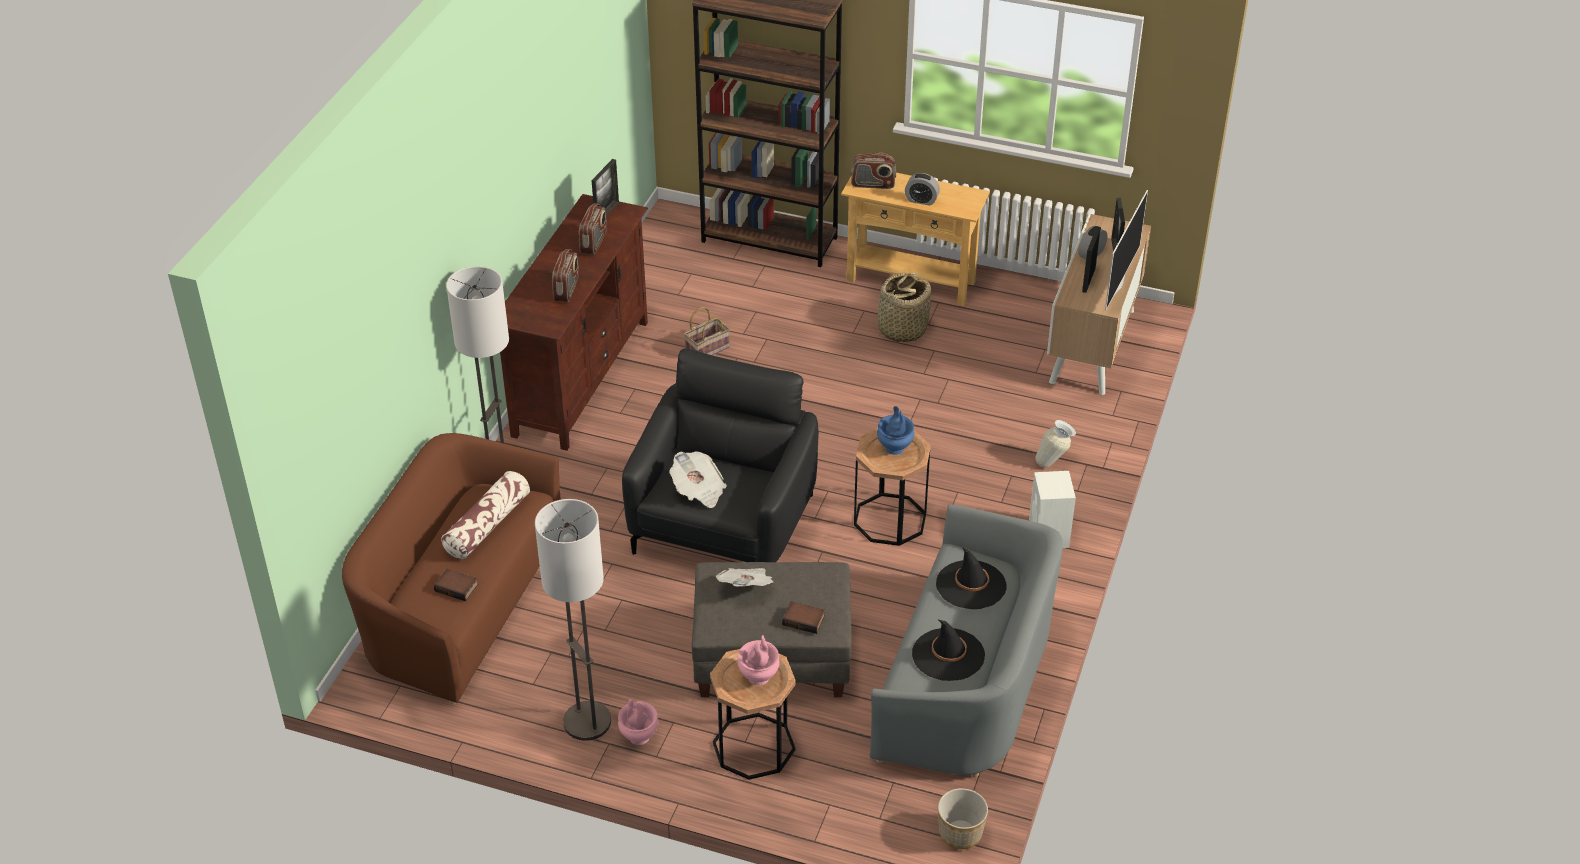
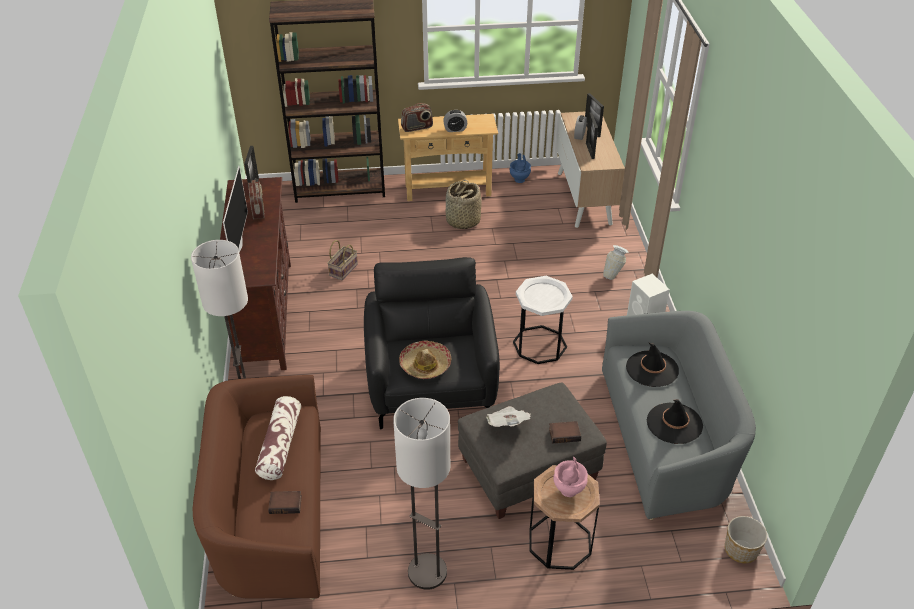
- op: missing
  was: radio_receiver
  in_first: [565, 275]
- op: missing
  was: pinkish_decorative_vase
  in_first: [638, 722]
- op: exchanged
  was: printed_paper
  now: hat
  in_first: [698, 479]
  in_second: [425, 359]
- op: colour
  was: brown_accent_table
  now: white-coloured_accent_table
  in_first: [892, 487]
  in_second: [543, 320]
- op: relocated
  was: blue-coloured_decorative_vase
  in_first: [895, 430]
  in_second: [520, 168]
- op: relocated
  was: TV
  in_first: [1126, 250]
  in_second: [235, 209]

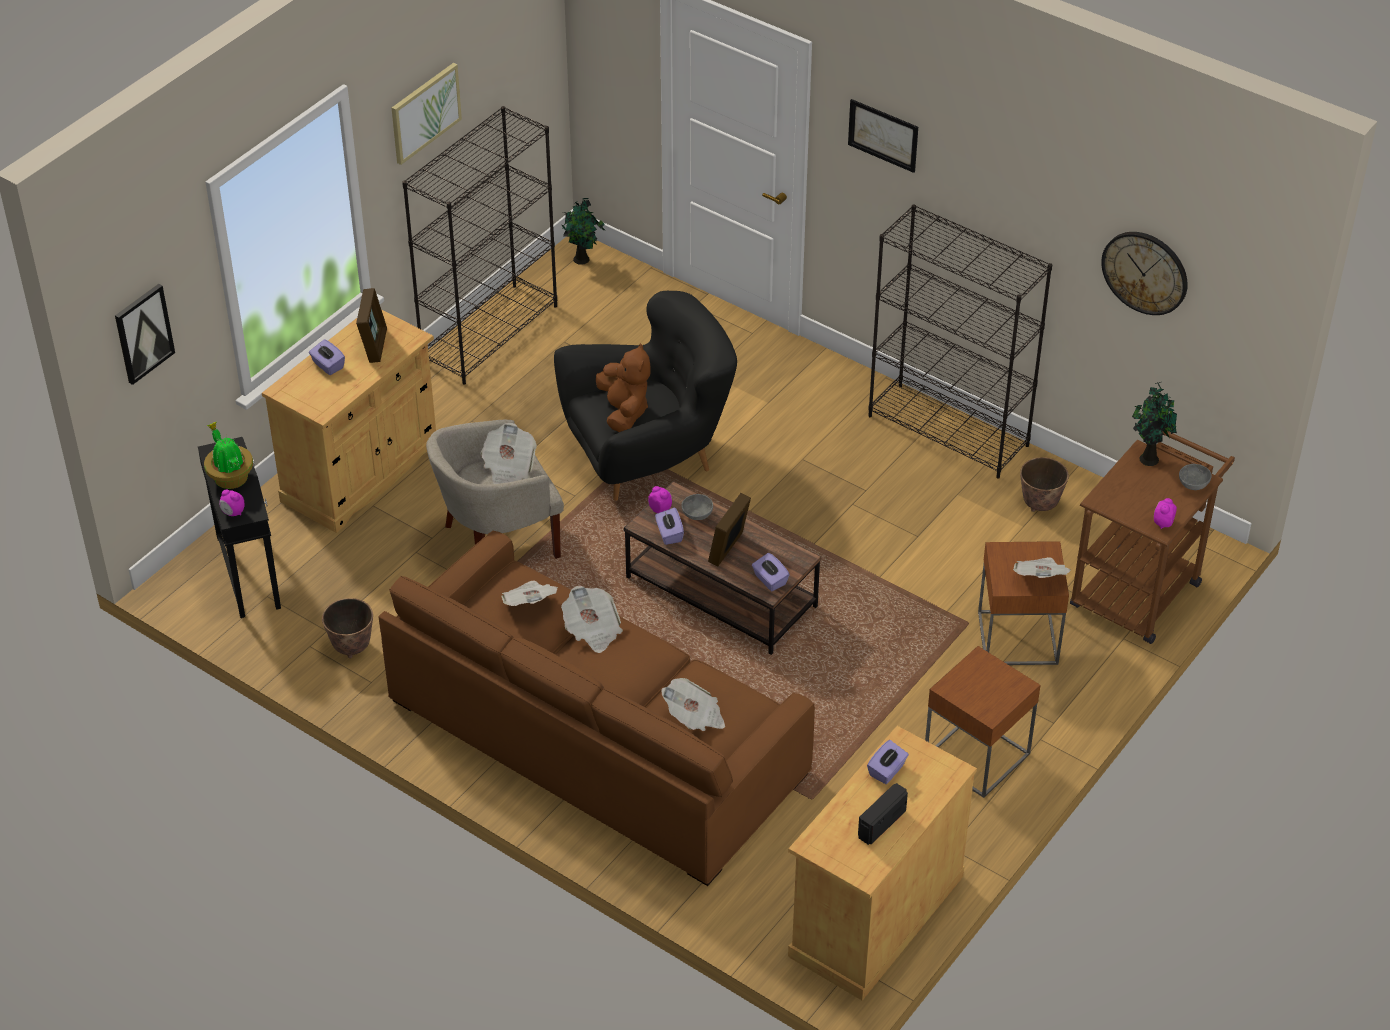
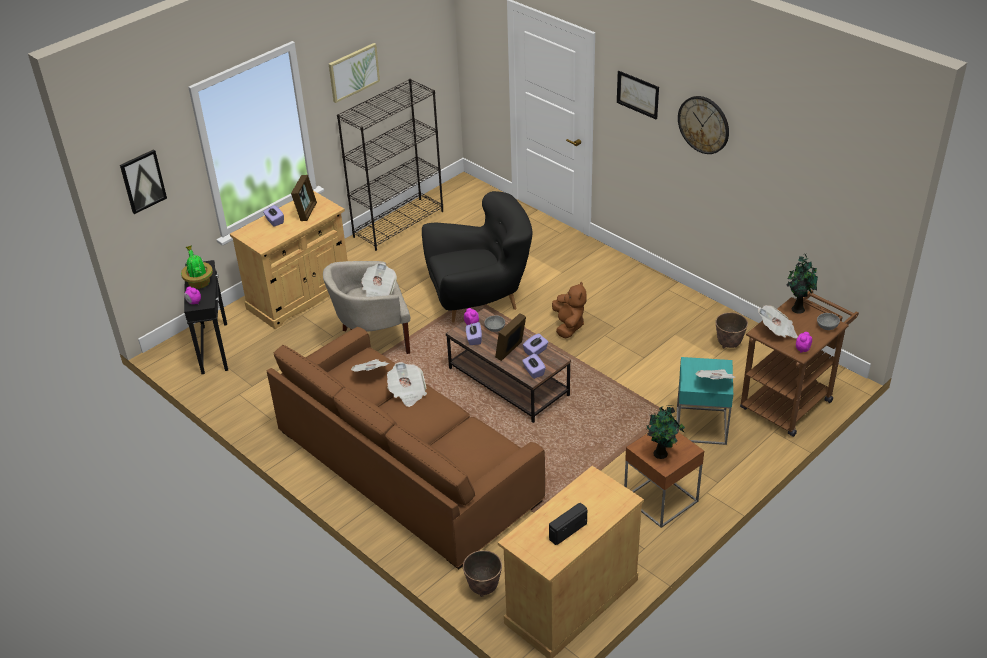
- op: relocated
  was: flower_pot
  in_first: [347, 628]
  in_second: [482, 573]
- op: relocated
  was: potted_plant
  in_first: [583, 231]
  in_second: [665, 432]
- op: relocated
  was: brown_soft_toy
  in_first: [623, 387]
  in_second: [569, 310]
- op: relocated
  was: printed_paper
  in_first: [693, 704]
  in_second: [778, 321]
- op: relocated
  was: purple-coloured_tissue_box
  in_first: [888, 762]
  in_second: [536, 344]
- op: missing
  was: black-coloured_bookcase
  in_first: [960, 341]
- op: colour
  was: brown_accent_table
  now: turquoise_accent_table
  in_first: [1023, 603]
  in_second: [704, 401]
- op: relocated
  was: hanging_clock
  in_first: [1144, 273]
  in_second: [703, 125]

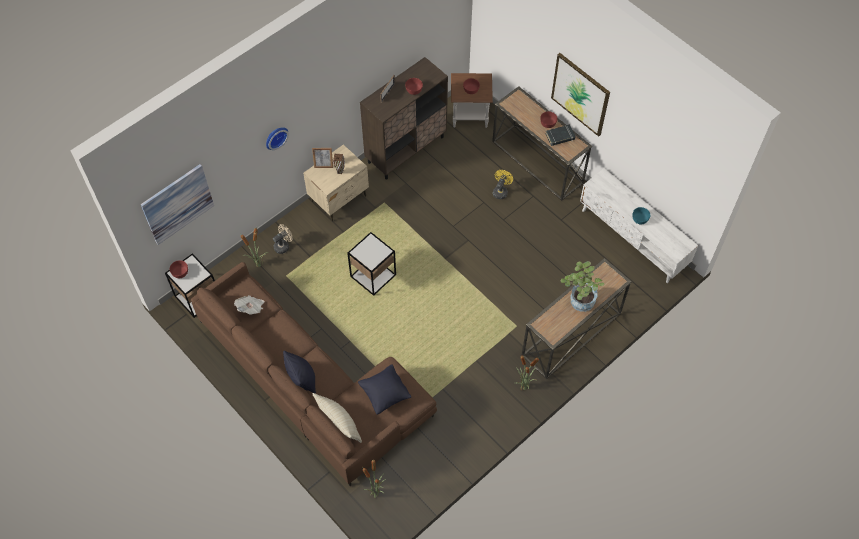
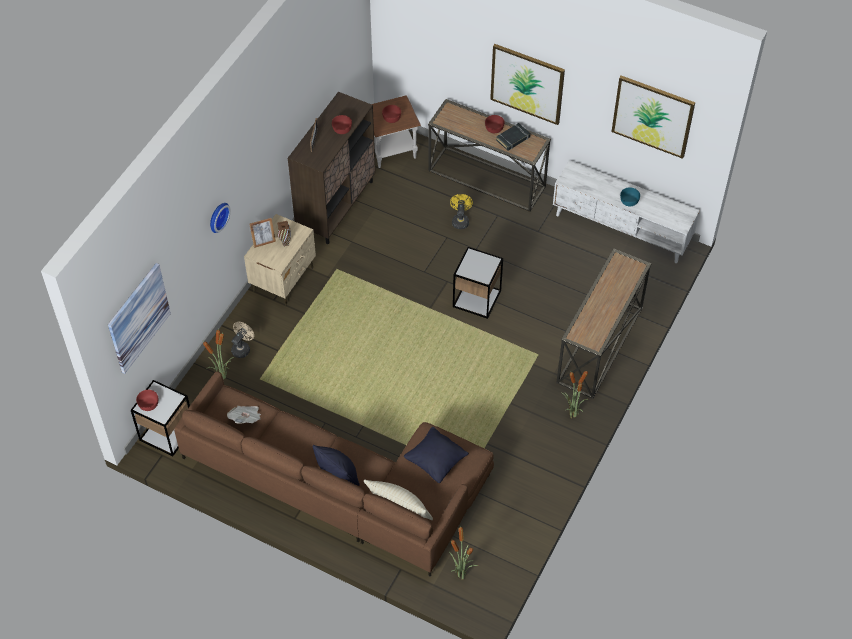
- op: relocated
  was: accent_table
  in_first: [371, 264]
  in_second: [478, 283]
- op: missing
  was: potted_plant
  in_first: [583, 286]
- op: appeared
  now: picture
  in_second: [653, 117]

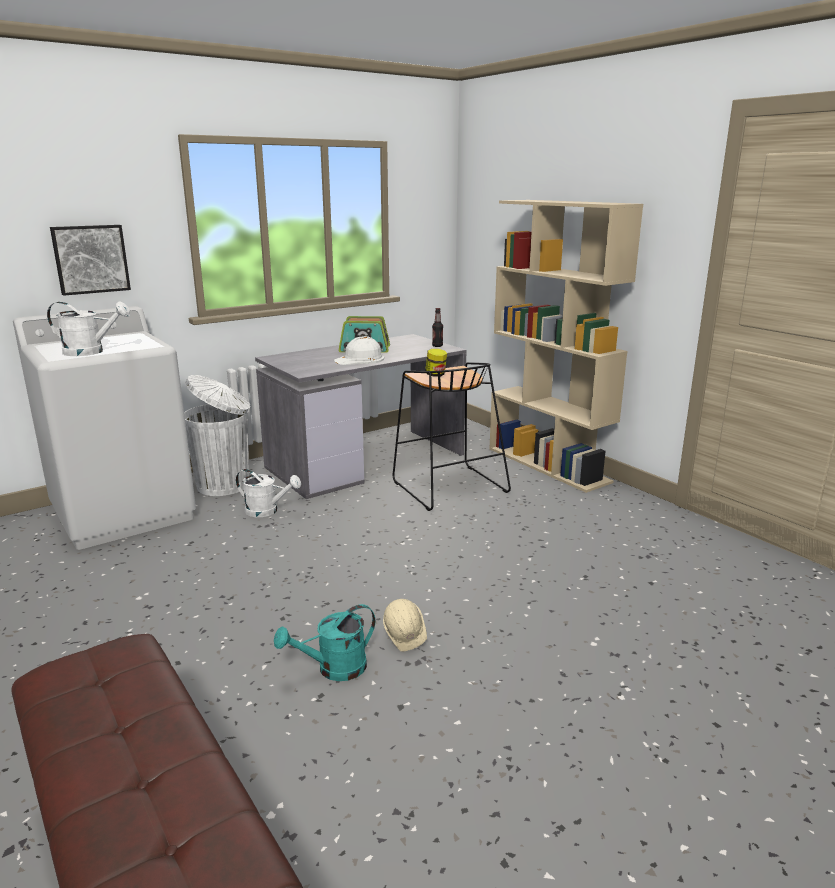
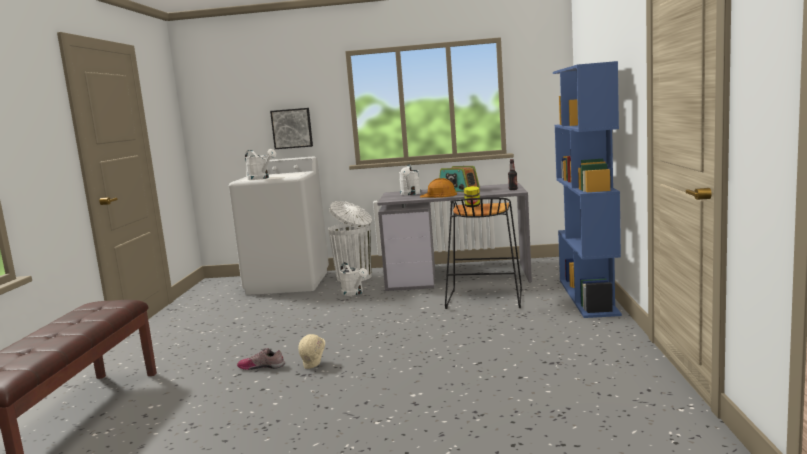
- op: exchanged
  was: turquoise_sprinkling_can
  now: low_shoe
  in_first: [324, 642]
  in_second: [261, 359]
- op: colour
  was: white-coloured_work_helmet
  now: orange-coloured_work_helmet
  in_first: [359, 350]
  in_second: [438, 188]
- op: colour
  was: beige-coloured_bookcase
  now: blue-coloured_bookcase
  in_first: [566, 346]
  in_second: [587, 189]
- op: appeared
  now: white-coloured_sprinkling_can
  in_second: [410, 179]

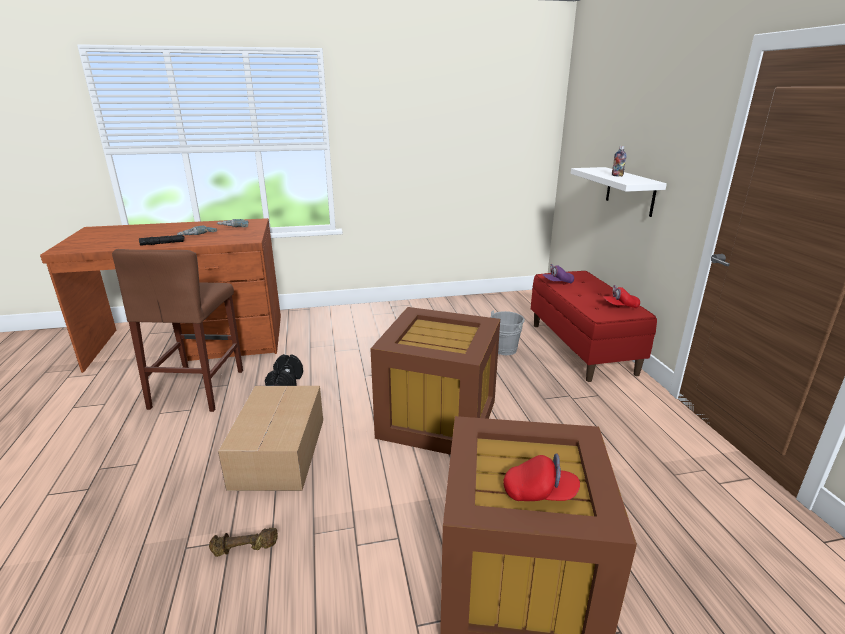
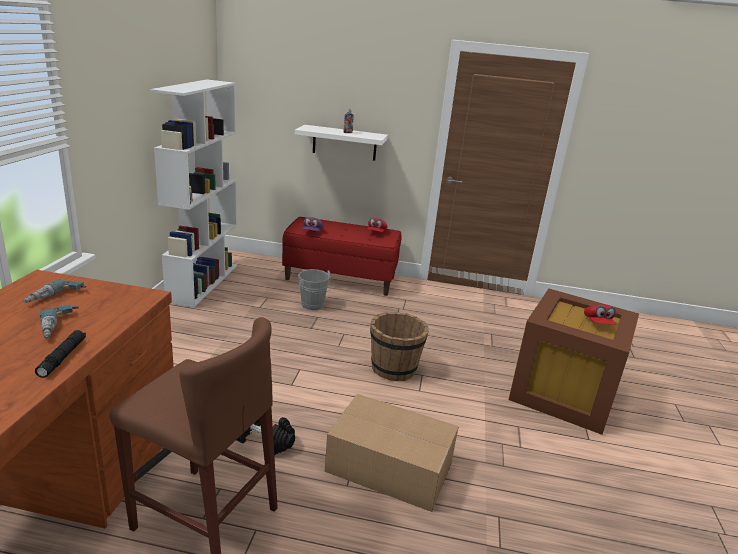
- op: missing
  was: brown_dumbbell
  in_first: [243, 542]
- op: exchanged
  was: brown_storage_bin
  now: brown_water_bucket
  in_first: [435, 381]
  in_second: [399, 346]
- op: spun
  was: reddish_baseball_cap
  in_first: [542, 477]
  in_second: [600, 314]
  clockwise: 150
- op: appeared
  now: white-coloured_bookcase
  in_second: [193, 194]

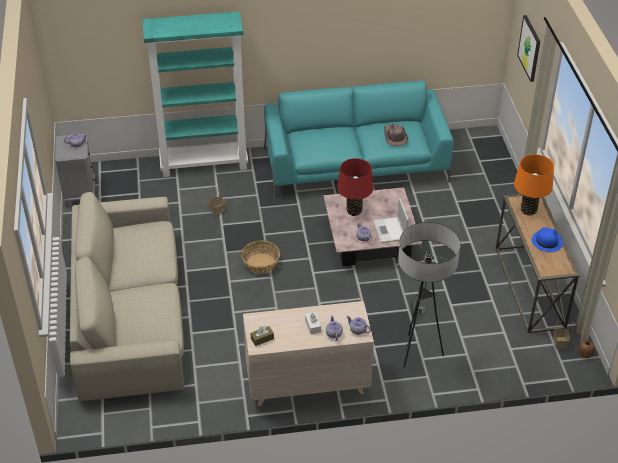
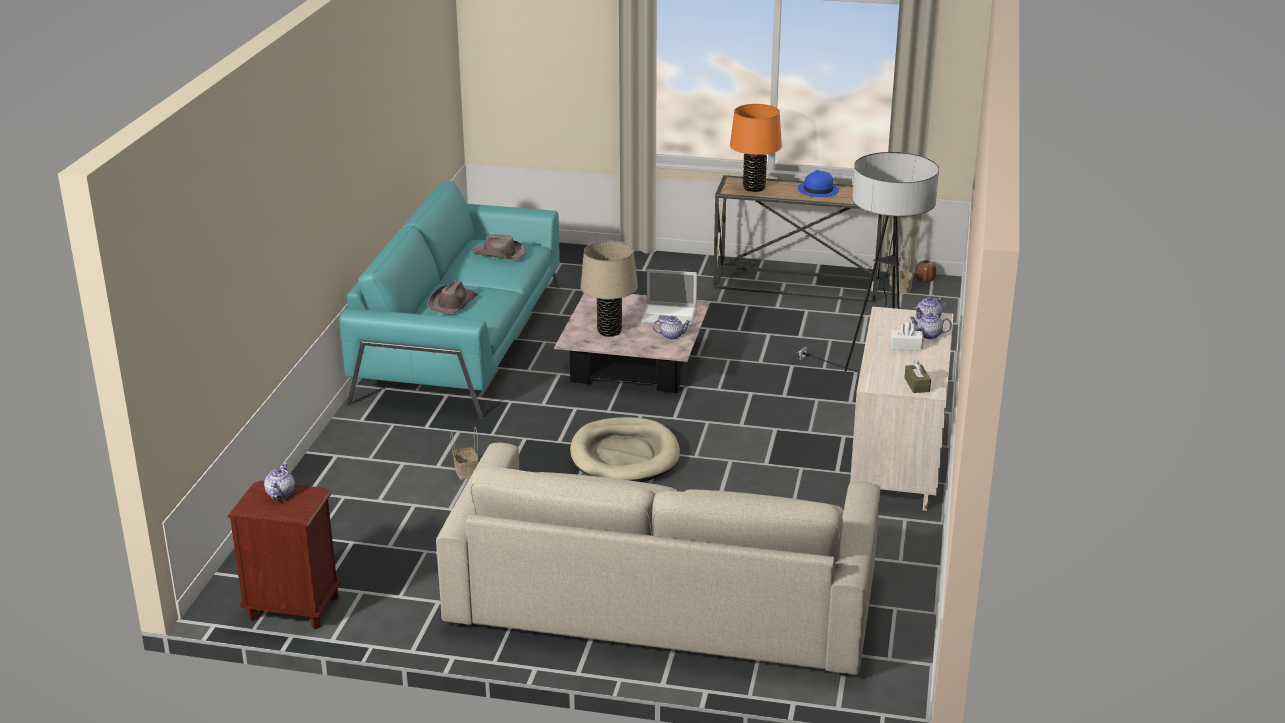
- op: colour
  was: grey_night_table
  now: brown_night_table
  in_first: [75, 170]
  in_second: [284, 555]
- op: missing
  was: turquoise_bookcase
  in_first: [195, 94]
- op: exchanged
  was: basket
  now: beige-coloured_dog_cushion
  in_first: [260, 257]
  in_second: [625, 449]
- op: colour
  was: reddish_lamp_for_a_table
  now: beige-coloured_lamp_for_a_table
  in_first: [355, 187]
  in_second: [609, 288]
- op: missing
  was: picture
  in_first: [528, 48]
- op: appeared
  now: brown_hat
  in_second: [453, 296]

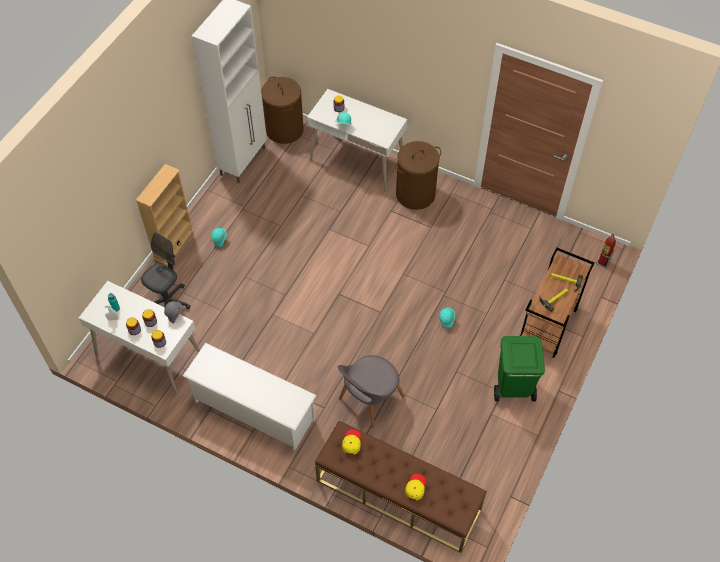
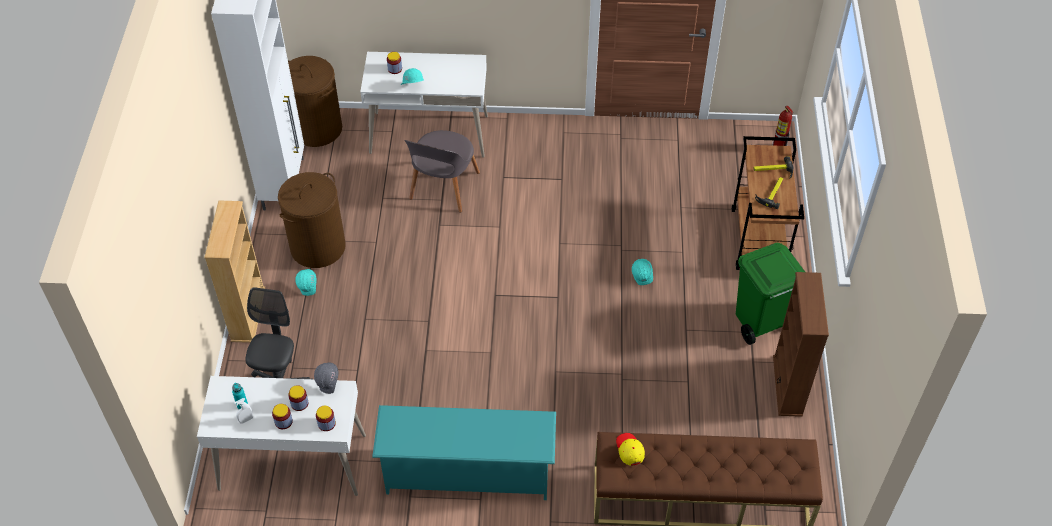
- op: colour
  was: white-coloured_shoe_stand
  now: turquoise_shoe_stand
  in_first: [249, 397]
  in_second: [464, 452]
- op: relocated
  was: grey_upright_chair
  in_first: [371, 391]
  in_second: [442, 171]
- op: relocated
  was: brown_washing_basket
  in_first: [418, 175]
  in_second: [312, 220]
- op: missing
  was: yellow-coloured_baseball_cap
  in_first: [415, 487]
- op: appeared
  now: brown_bookcase
  in_second: [801, 344]

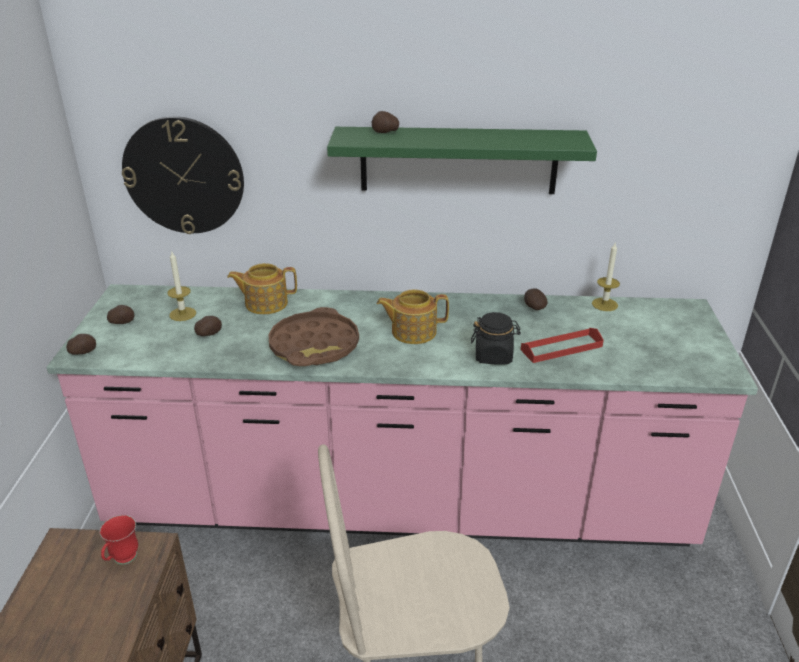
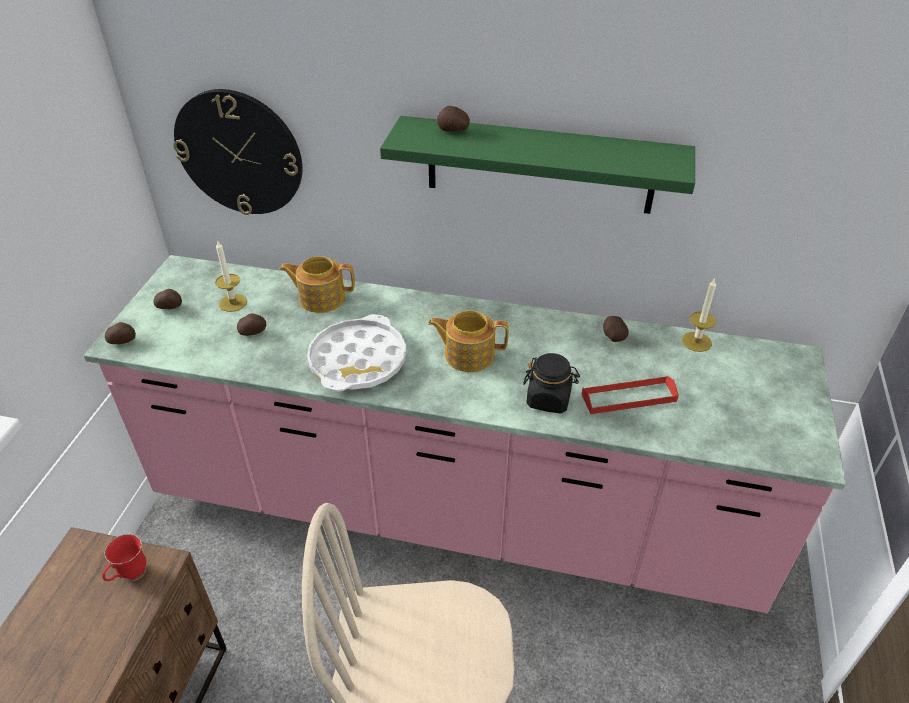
- op: colour
  was: brown_carrying_tray
  now: white-coloured_carrying_tray
  in_first: [313, 336]
  in_second: [356, 353]

